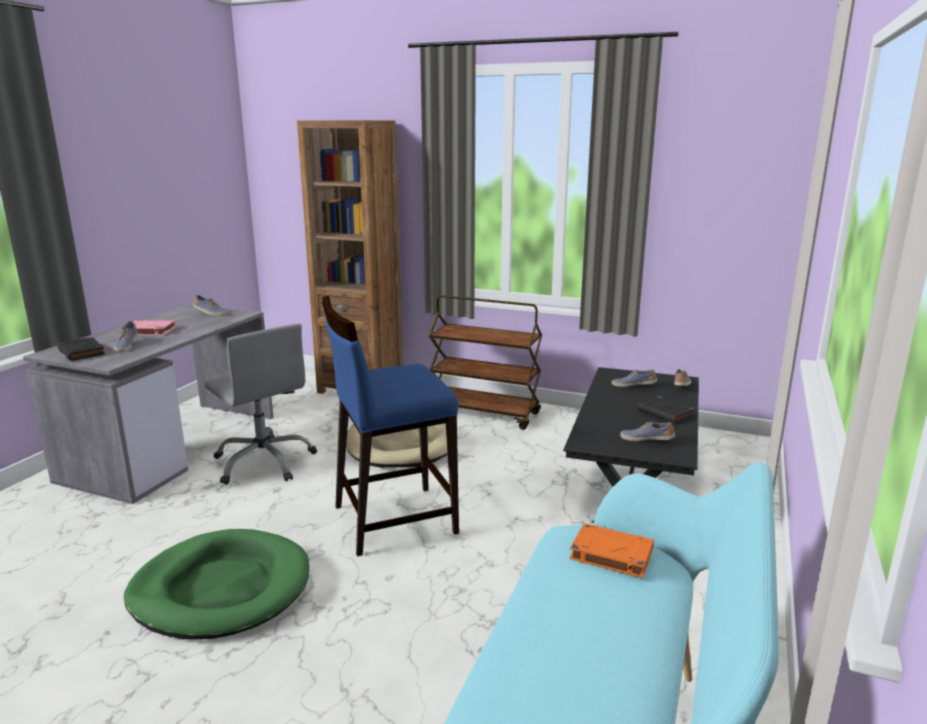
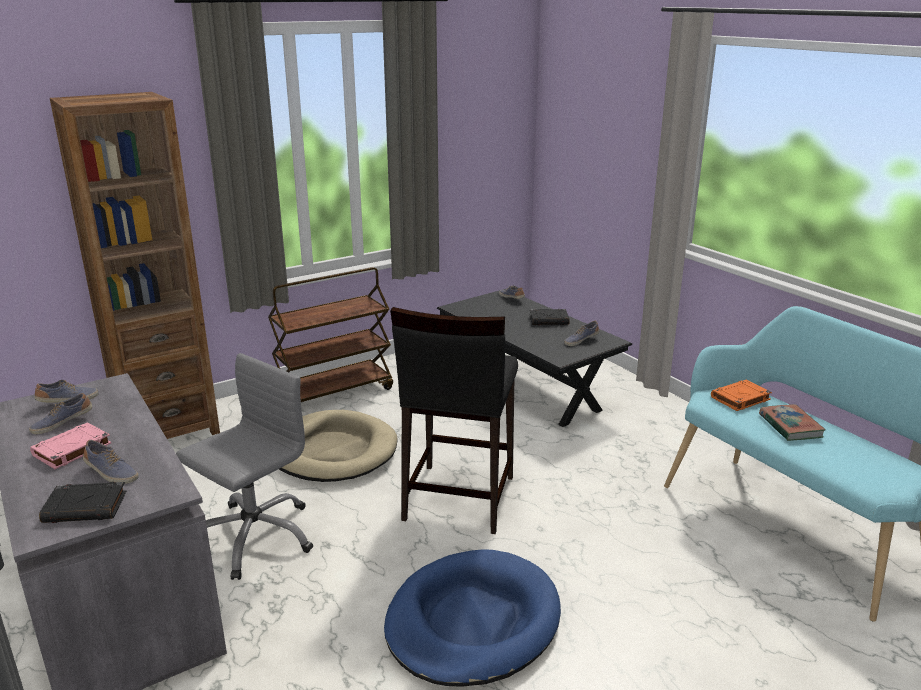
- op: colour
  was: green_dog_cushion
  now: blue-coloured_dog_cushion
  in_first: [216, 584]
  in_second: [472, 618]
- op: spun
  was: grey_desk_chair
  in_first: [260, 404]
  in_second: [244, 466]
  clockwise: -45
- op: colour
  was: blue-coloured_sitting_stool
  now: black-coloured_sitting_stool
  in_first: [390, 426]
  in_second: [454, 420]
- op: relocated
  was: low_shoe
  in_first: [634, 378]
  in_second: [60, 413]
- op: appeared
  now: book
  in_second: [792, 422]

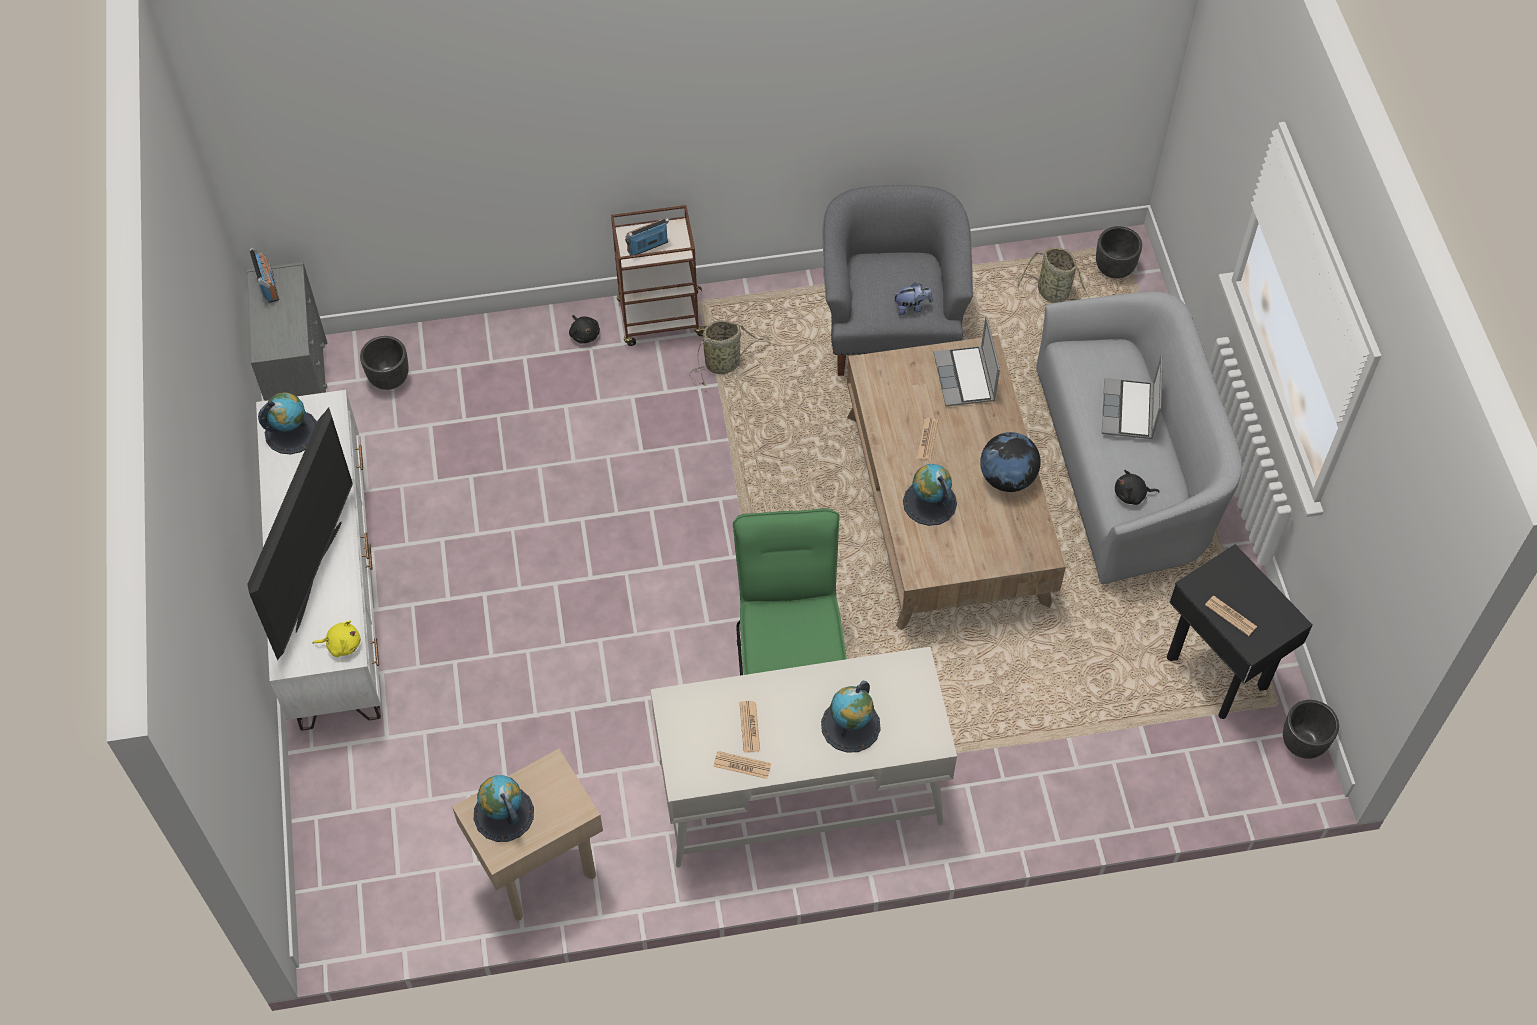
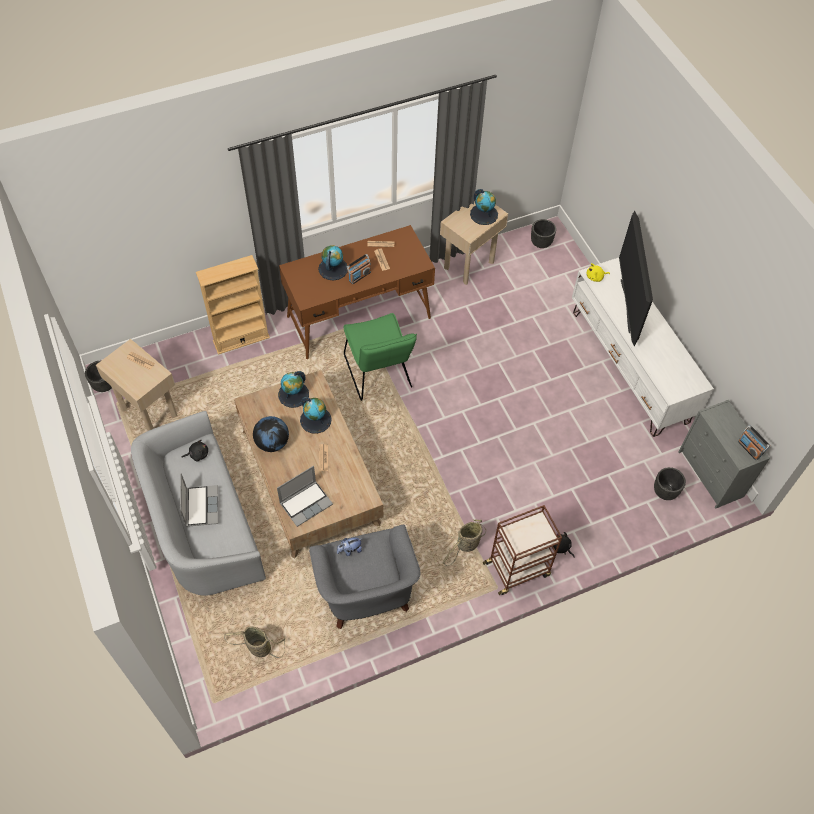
- op: relocated
  was: desk_globe
  in_first: [287, 423]
  in_second: [293, 389]
- op: relocated
  was: radio_receiver
  in_first: [647, 236]
  in_second: [359, 269]
- op: colour
  was: white-coloured_desk
  now: brown_desk
  in_first: [804, 757]
  in_second: [357, 292]
- op: spun
  was: portable_computer
  in_first: [967, 361]
  in_second: [305, 496]
  clockwise: 75
- op: relocated
  was: black-coloured_flower_pot
  in_first: [1119, 252]
  in_second: [543, 233]
- op: colour
  was: black-coloured_accent_table
  now: beige-coloured_accent_table
  in_first: [1239, 631]
  in_second: [136, 385]
- op: appeared
  now: beige-coloured_bookcase
  in_second: [233, 305]

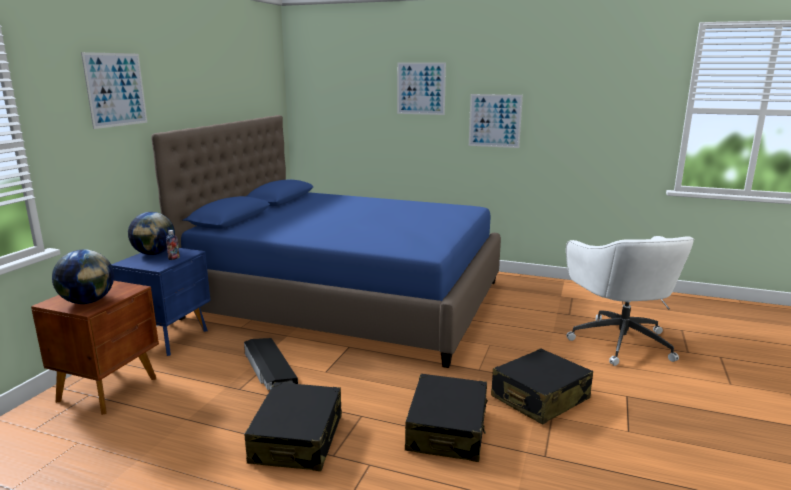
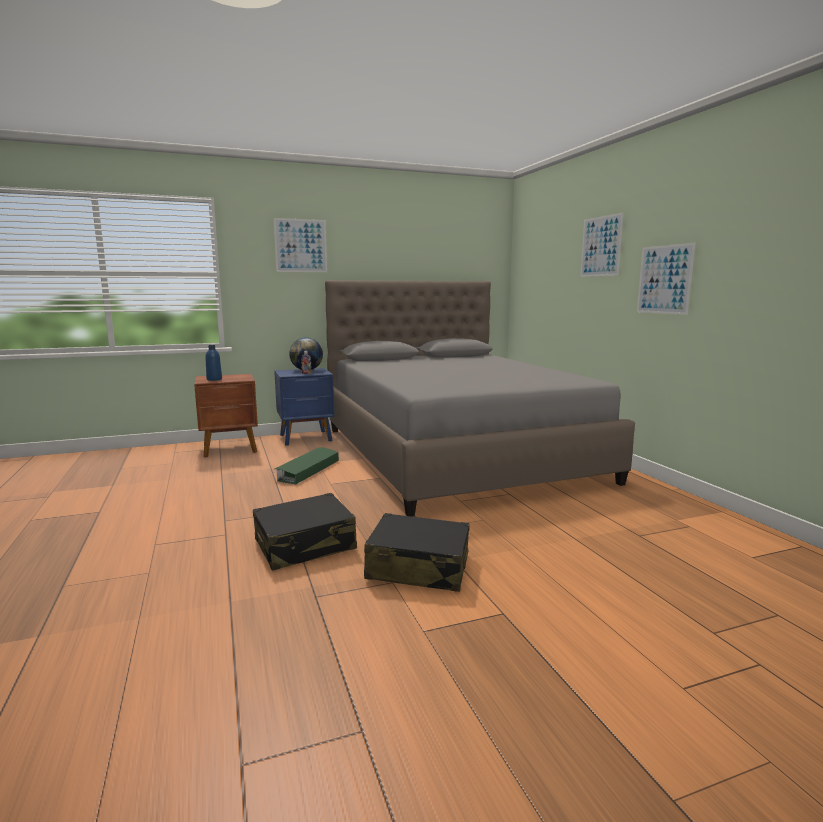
- op: exchanged
  was: desk_globe
  now: blue-coloured_beverage_bottle
  in_first: [83, 277]
  in_second: [213, 363]
- op: colour
  was: blue-coloured_bedroom_bed
  now: grey_bedroom_bed
  in_first: [326, 241]
  in_second: [480, 398]
- op: colour
  was: black-coloured_storage_bin
  now: green_storage_bin
  in_first: [271, 364]
  in_second: [306, 465]
- op: missing
  was: black-coloured_suitcase
  in_first: [293, 426]
- op: missing
  was: white-coloured_desk_chair
  in_first: [630, 301]

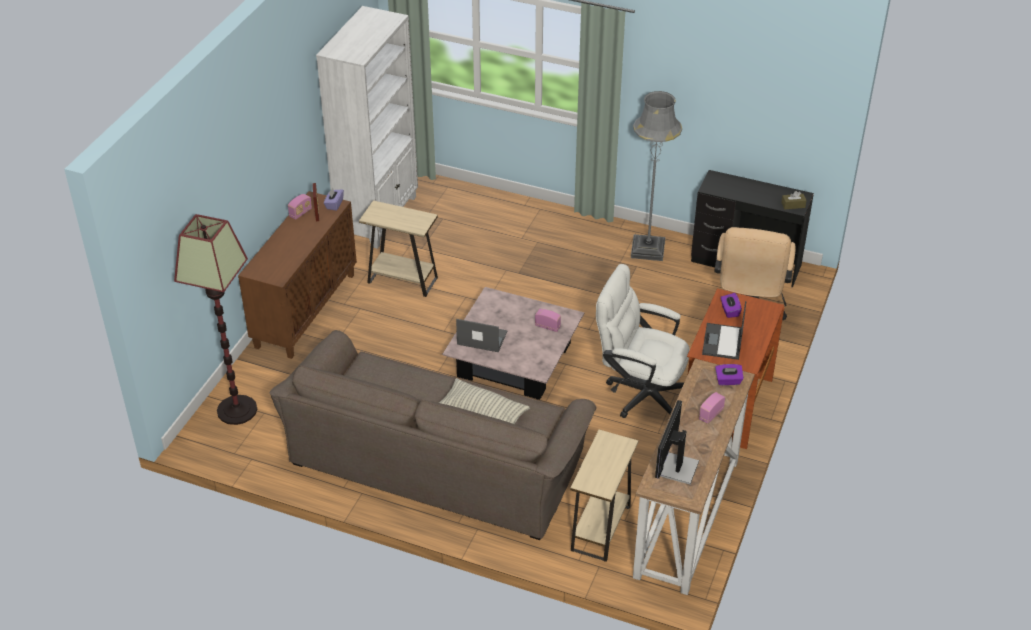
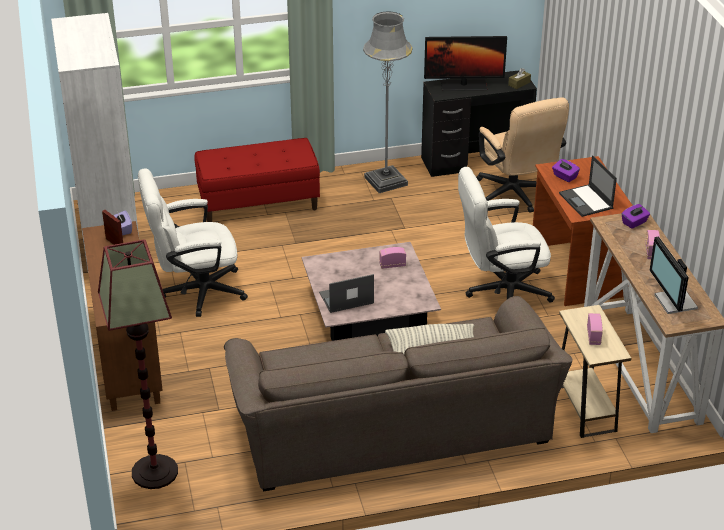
- op: relocated
  was: radio_receiver
  in_first: [300, 207]
  in_second: [595, 329]
- op: exchanged
  was: beige-coloured_accent_table
  now: white-coloured_desk_chair
  in_first: [398, 248]
  in_second: [193, 243]
- op: appeared
  now: reddish_bench
  in_second: [257, 180]
- op: appeared
  now: computer_display
  in_second: [465, 63]

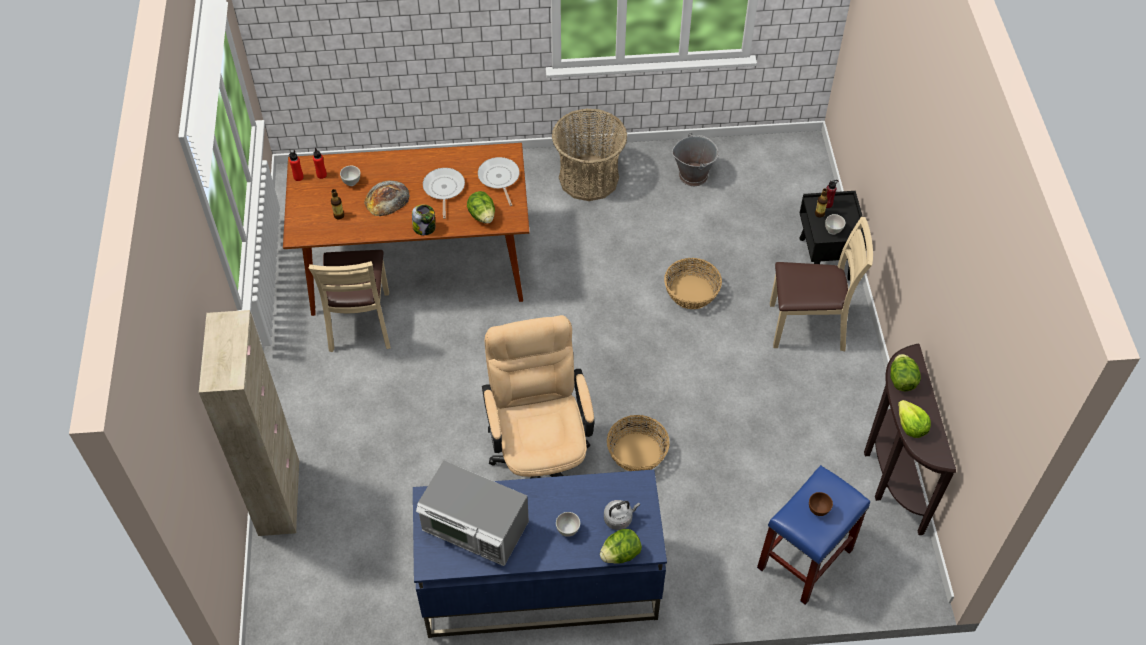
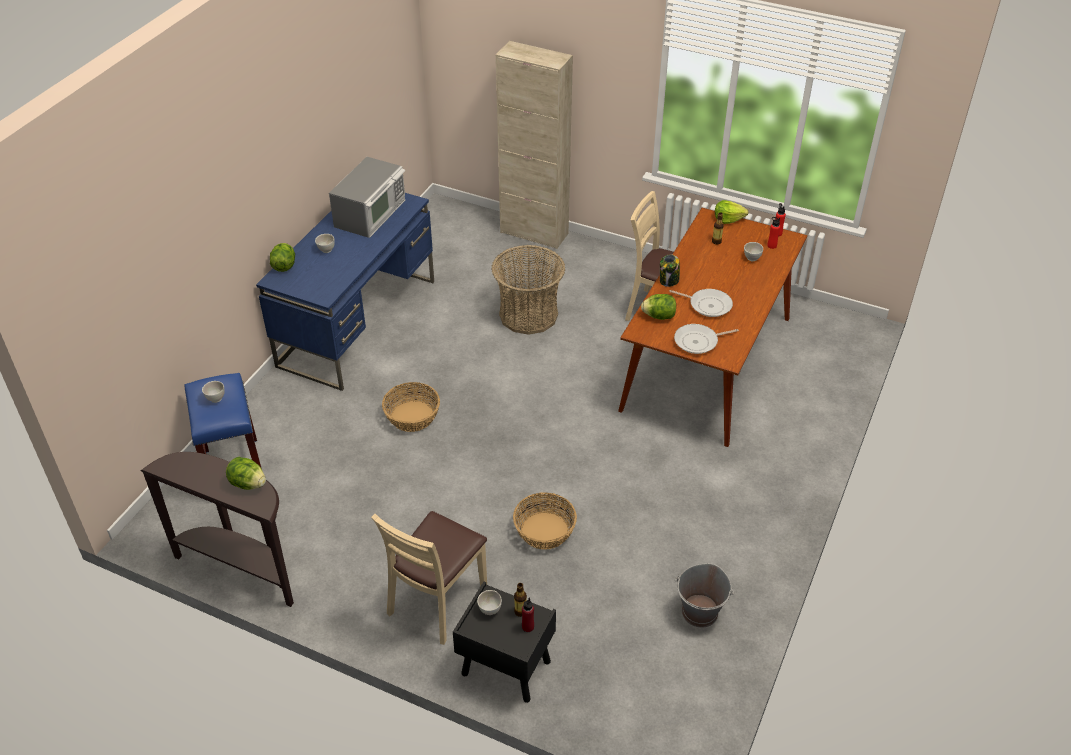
- op: missing
  was: baked_bread
  in_first: [387, 198]
- op: spun
  was: microwave_oven
  in_first: [472, 513]
  in_second: [367, 197]
  clockwise: 150
- op: spun
  was: pan
  in_first: [499, 181]
  in_second: [706, 339]
  clockwise: 150
- op: missing
  was: beige-coloured_desk_chair
  in_first: [538, 397]
- op: relocated
  was: basket
  in_first: [590, 154]
  in_second: [528, 290]
- op: missing
  was: grey_water_kettle
  in_first: [622, 515]
- op: colour
  was: brown_deep_dish
  now: white-coloured_deep_dish
  in_first: [821, 504]
  in_second: [213, 392]
- op: relocated
  was: lettuce_head
  in_first: [914, 419]
  in_second: [731, 212]

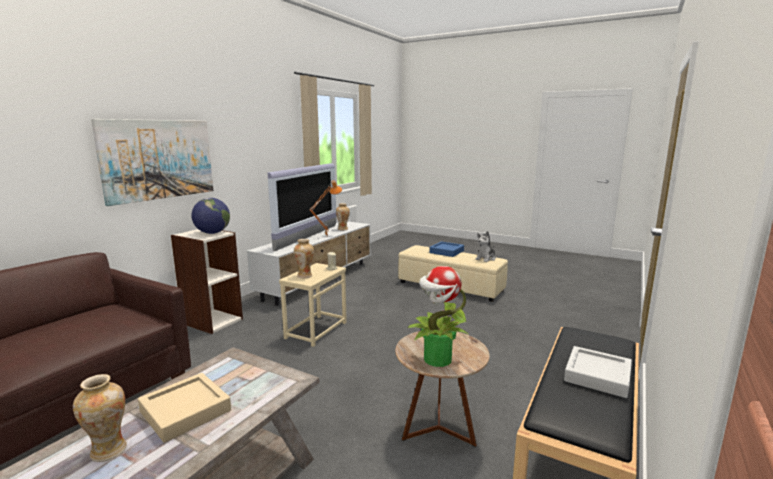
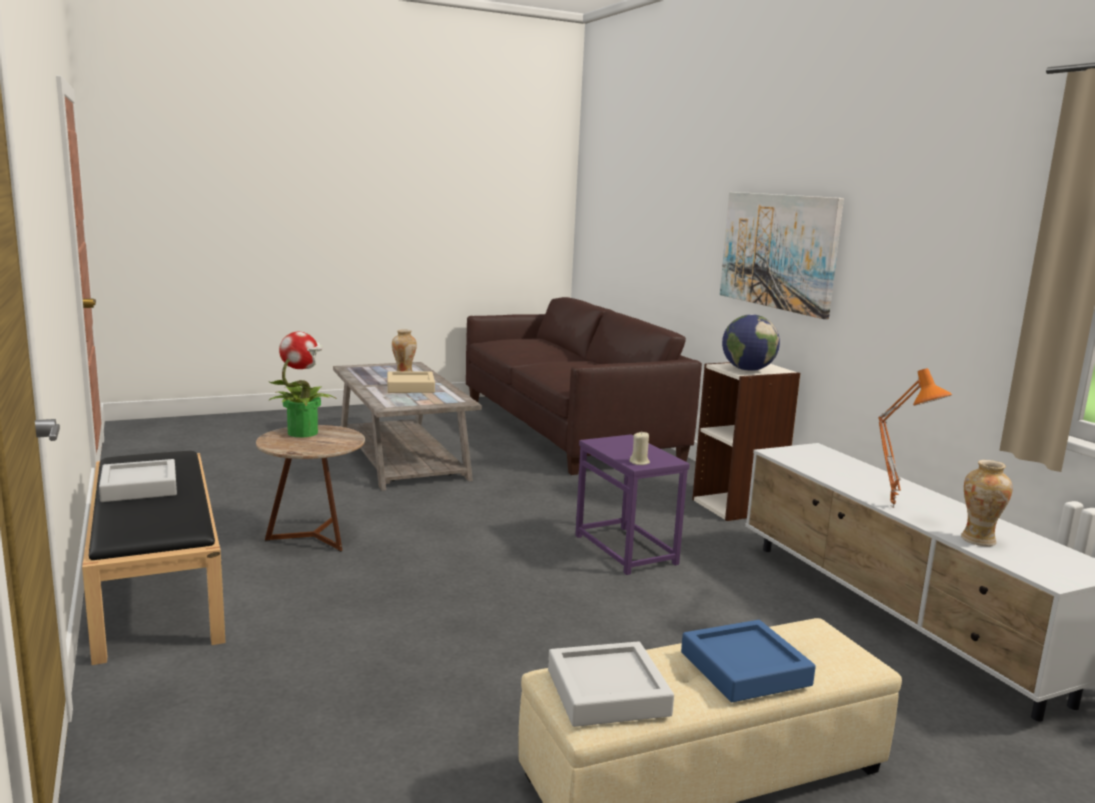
- op: missing
  was: TV
  in_first: [302, 207]
- op: colour
  was: beige-coloured_accent_table
  now: purple-coloured_accent_table
  in_first: [313, 305]
  in_second: [632, 504]
- op: missing
  was: decorative_vase
  in_first: [304, 258]
- op: exchanged
  was: soft_toy
  now: grey_carrying_tray
  in_first: [485, 246]
  in_second: [611, 684]

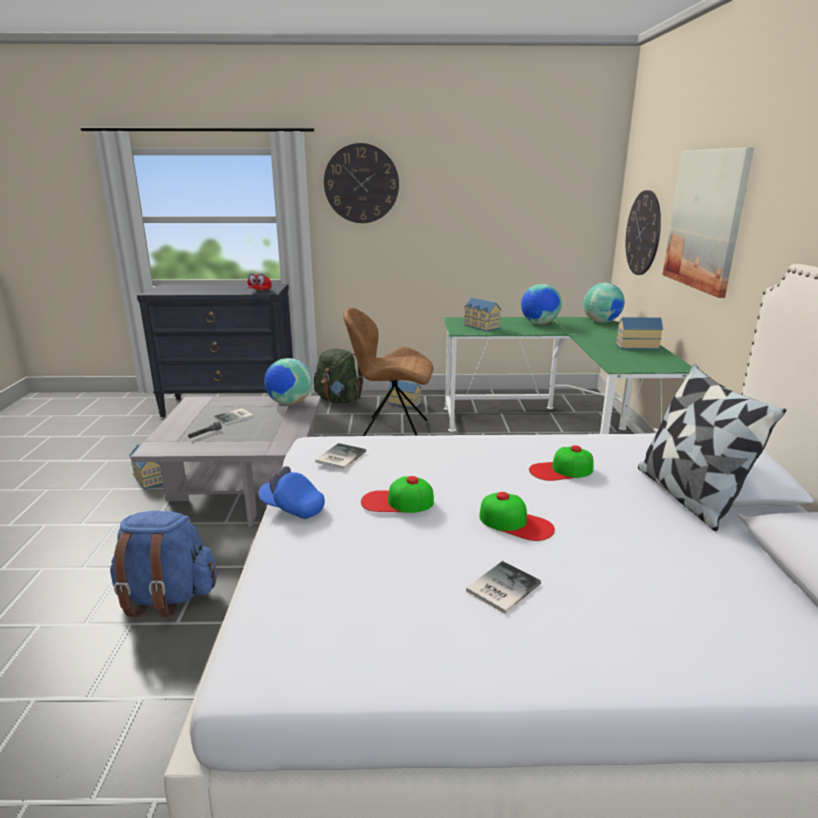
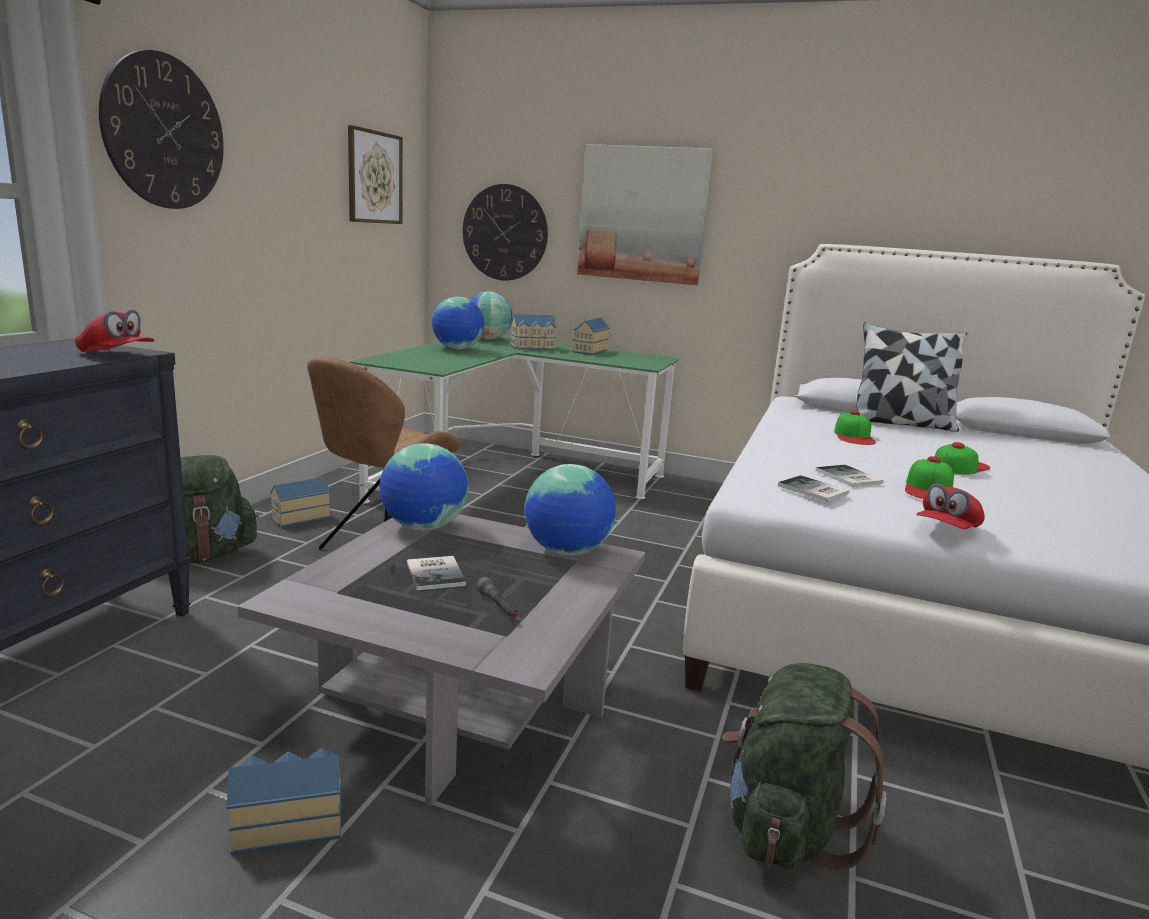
- op: colour
  was: blue-coloured_rucksack
  now: green_rucksack
  in_first: [163, 564]
  in_second: [804, 767]
- op: colour
  was: blue-coloured_baseball_cap
  now: reddish_baseball_cap
  in_first: [291, 492]
  in_second: [950, 506]
- op: relocated
  was: model_house
  in_first: [483, 314]
  in_second: [533, 332]
- op: relocated
  was: book
  in_first: [503, 587]
  in_second: [849, 476]
- op: appeared
  now: picture
  in_second: [375, 174]
- op: appeared
  now: desk_globe
  in_second: [570, 510]

